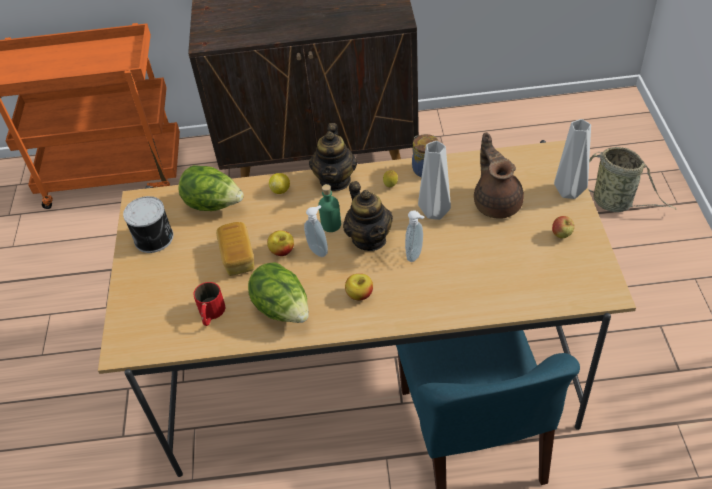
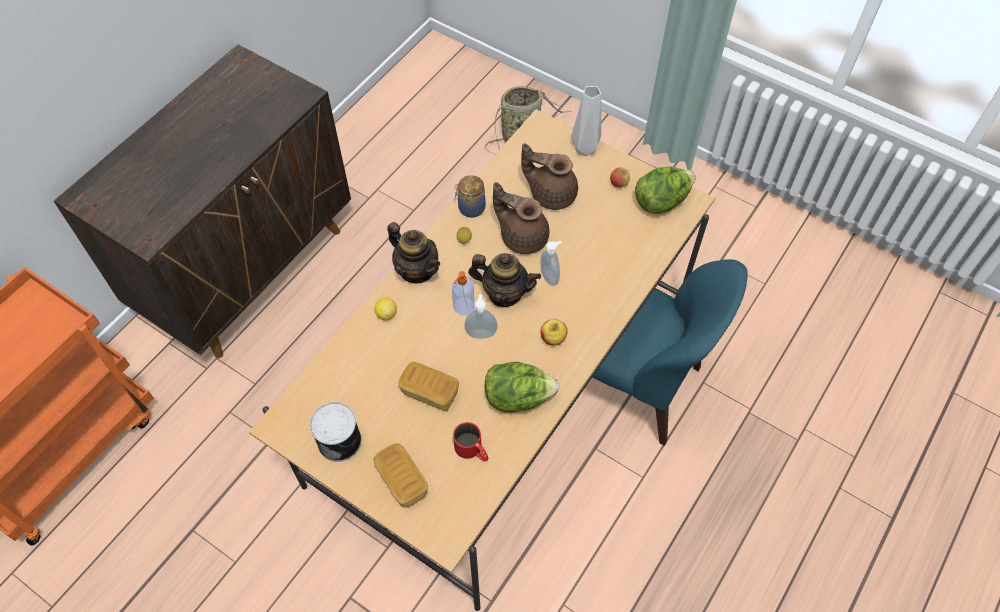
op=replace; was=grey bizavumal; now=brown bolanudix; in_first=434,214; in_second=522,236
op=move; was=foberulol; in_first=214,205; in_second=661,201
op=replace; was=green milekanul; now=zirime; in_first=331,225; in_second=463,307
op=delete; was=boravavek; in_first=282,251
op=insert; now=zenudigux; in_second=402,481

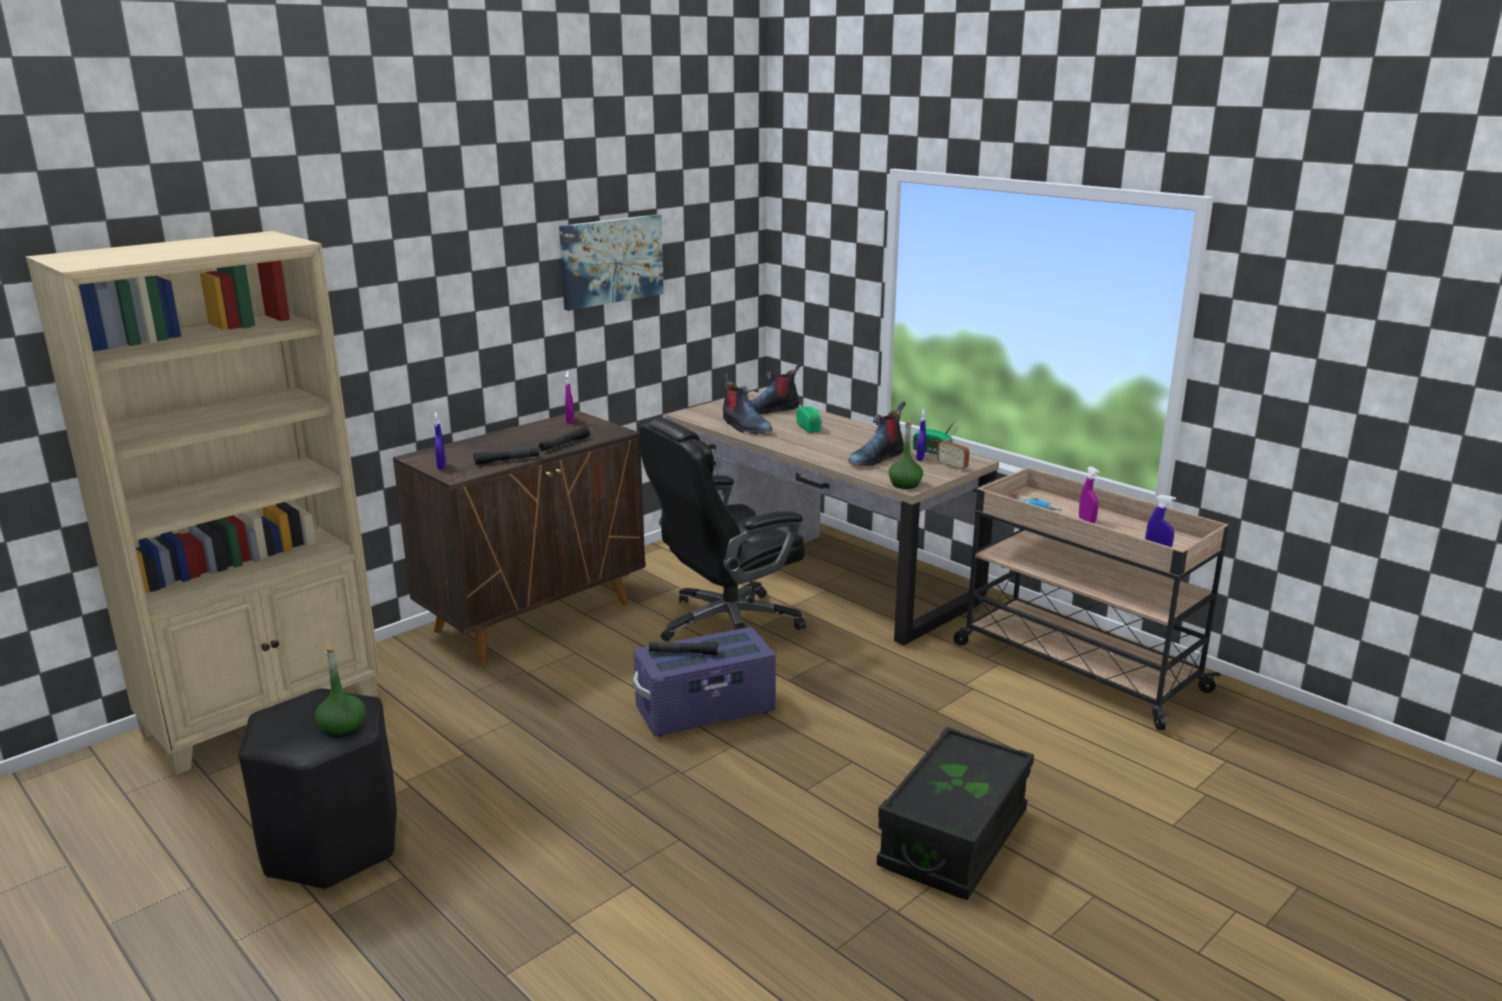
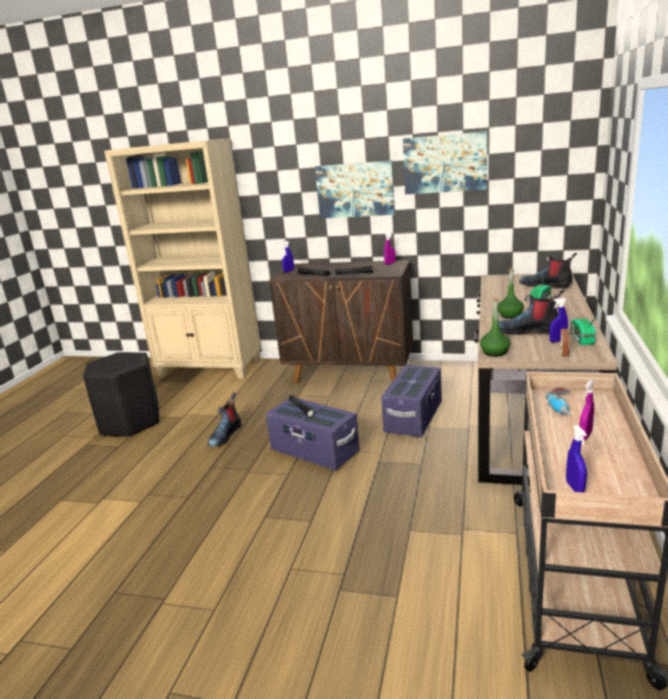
op=move; was=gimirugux; in_first=744,427; in_second=225,435
op=replace; was=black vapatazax; now=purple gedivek; in_first=726,625; in_second=414,417
op=move; was=green milekanul; in_first=342,727; in_second=510,315
op=delete; was=black gedivek; in_first=954,839
op=insert; now=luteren; in_second=355,190

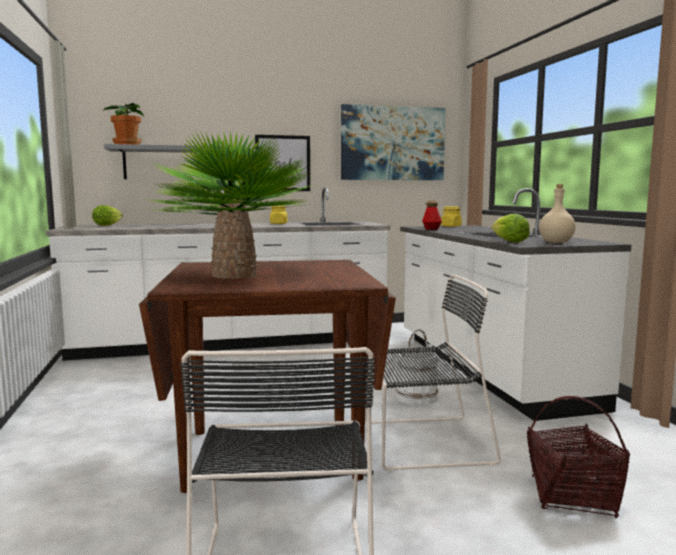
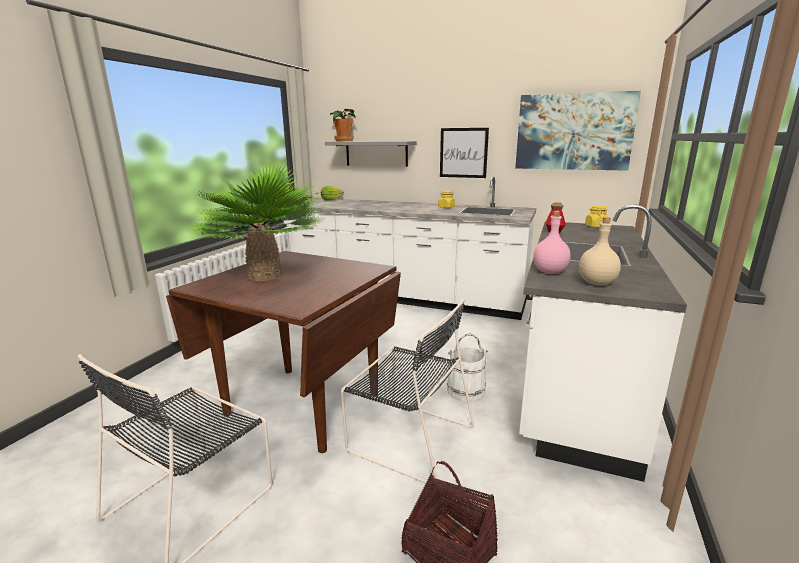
op=replace; was=foberulol; now=pink milekanul; in_first=509,241; in_second=549,272

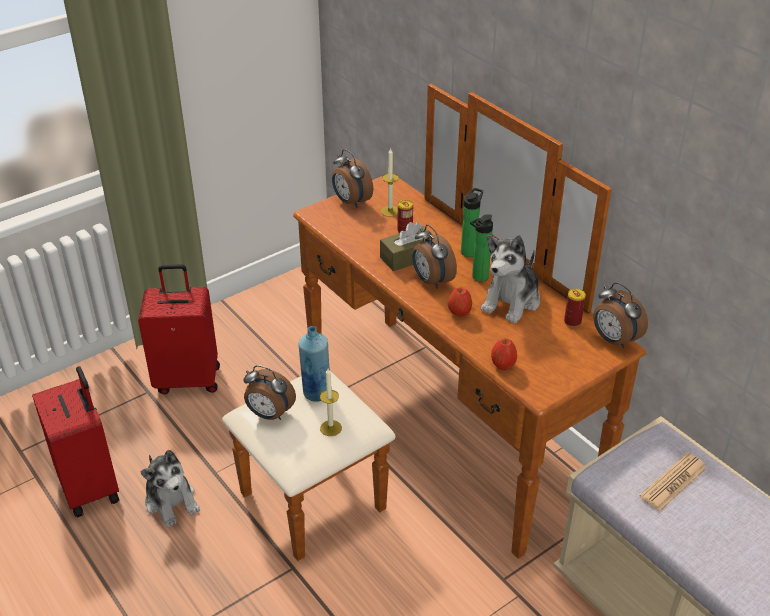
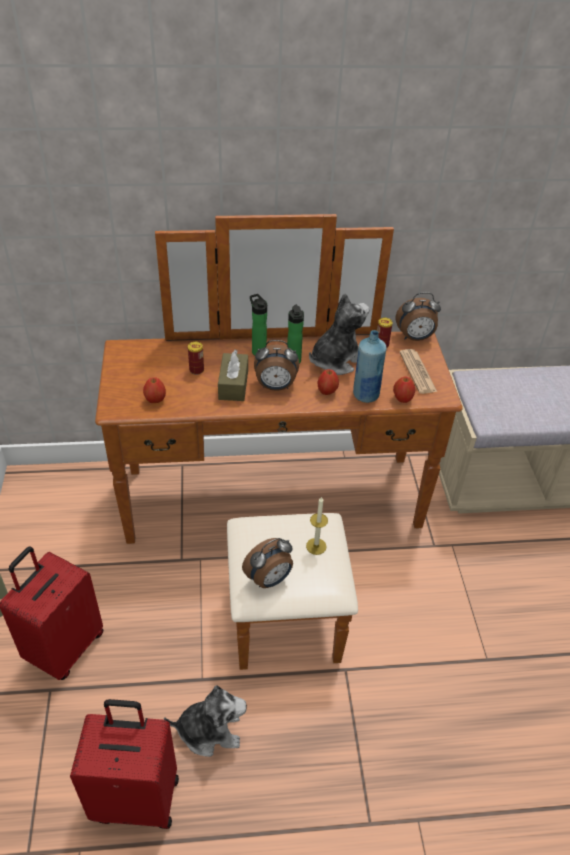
op=delete; was=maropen; in_first=390,211
op=delete; was=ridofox; in_first=351,202
op=rotate; was=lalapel; in_first=512,301; in_second=335,360; clockwise=-105
op=move; was=blue milekanul; in_first=316,393; in_second=365,395
op=move; was=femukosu; in_first=673,482; in_second=417,372
op=insert; now=boravavek; in_second=155,400

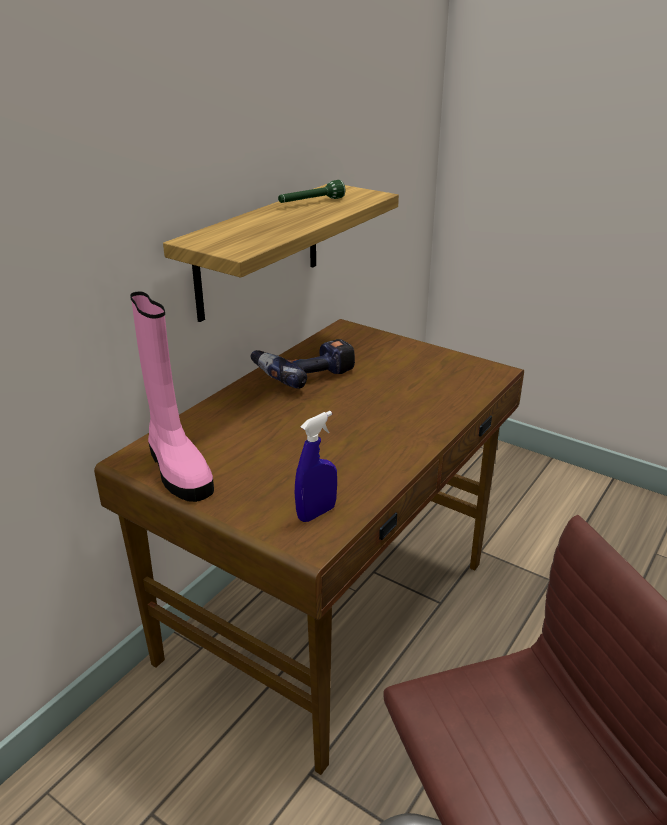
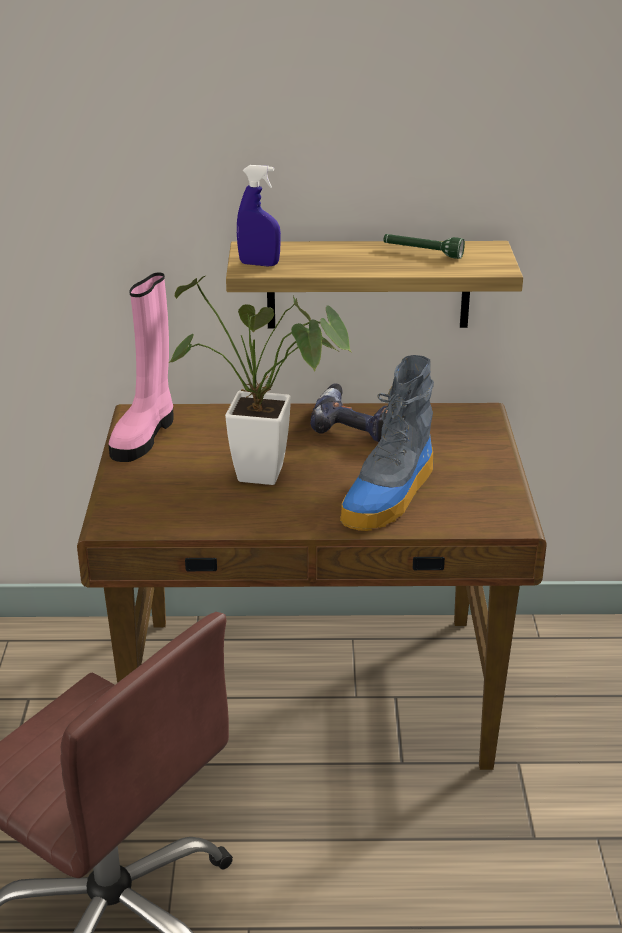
op=move; was=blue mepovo; in_first=316,513; in_second=259,264
op=insert; now=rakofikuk; in_second=272,476
op=insert; now=gimirugux; in_second=389,497

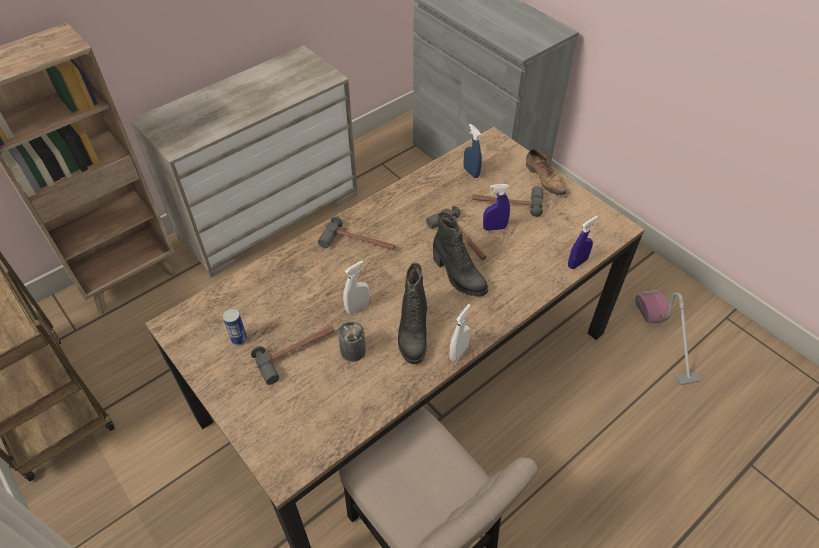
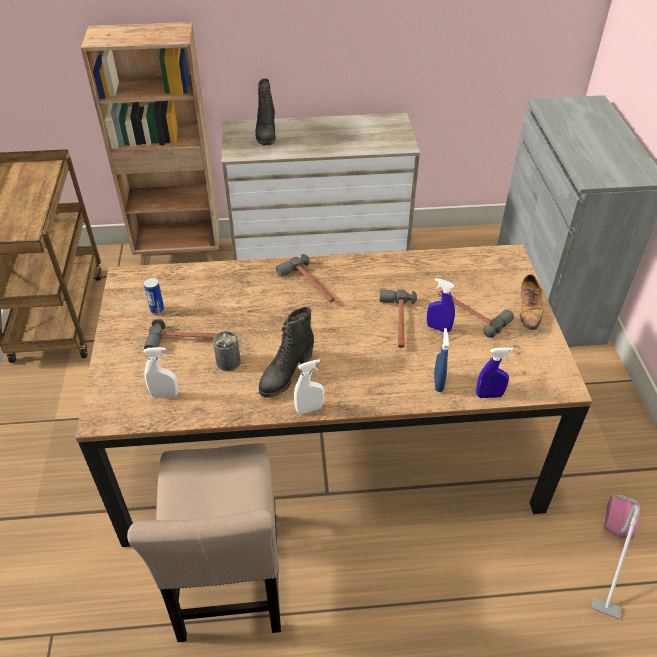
op=move; was=blue mepovo; in_first=471,172; in_second=438,383
op=move; was=black gimirugux; in_first=458,276; in_second=265,134
op=move; was=white mepovo; in_first=357,307; in_second=165,395

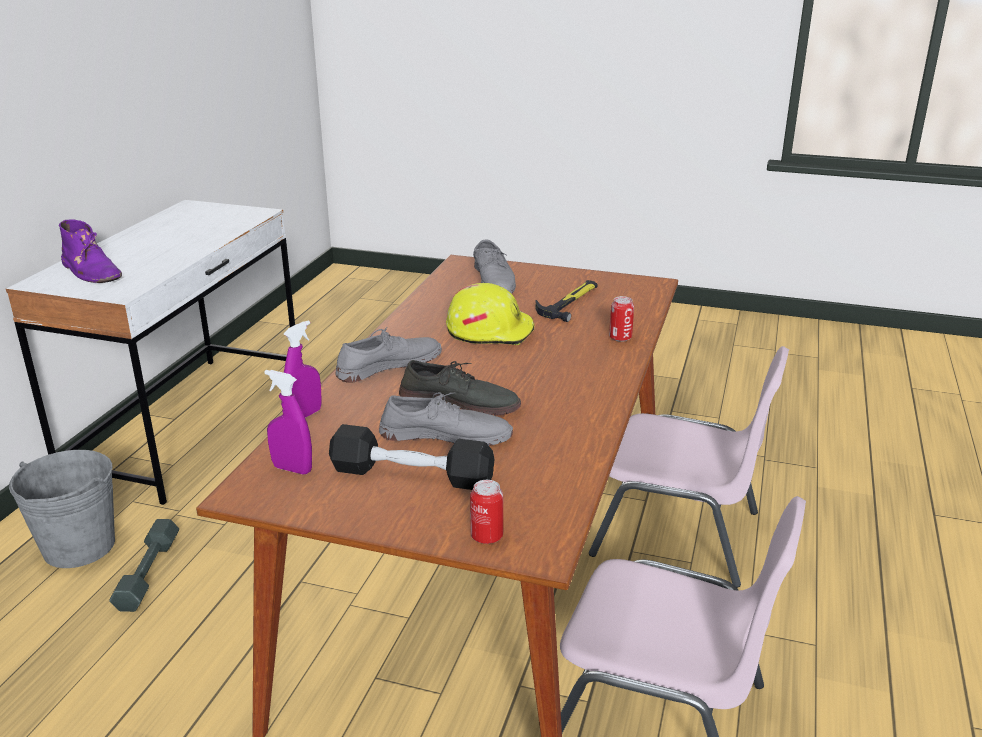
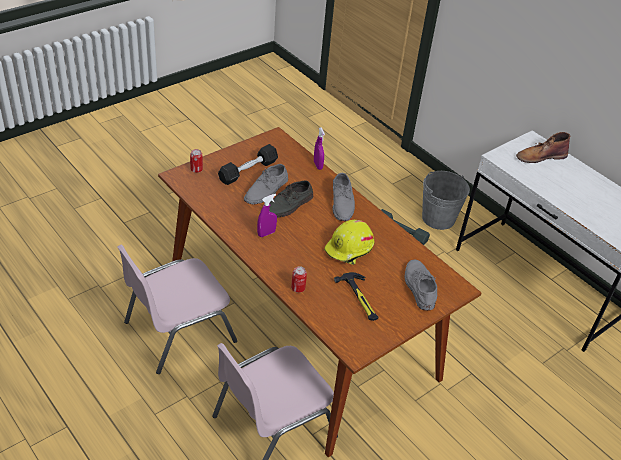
op=recolor; was=purple gimirugux; now=brown gimirugux; in_first=91,271; in_second=540,156
op=rotate; was=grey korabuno; in_first=494,280; in_second=419,286; clockwise=60
op=move; was=purple mepovo; in_first=292,469; in_second=266,233

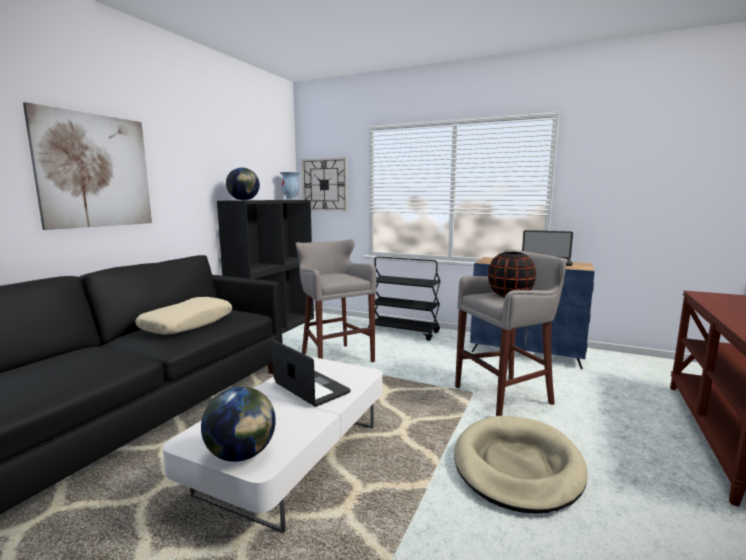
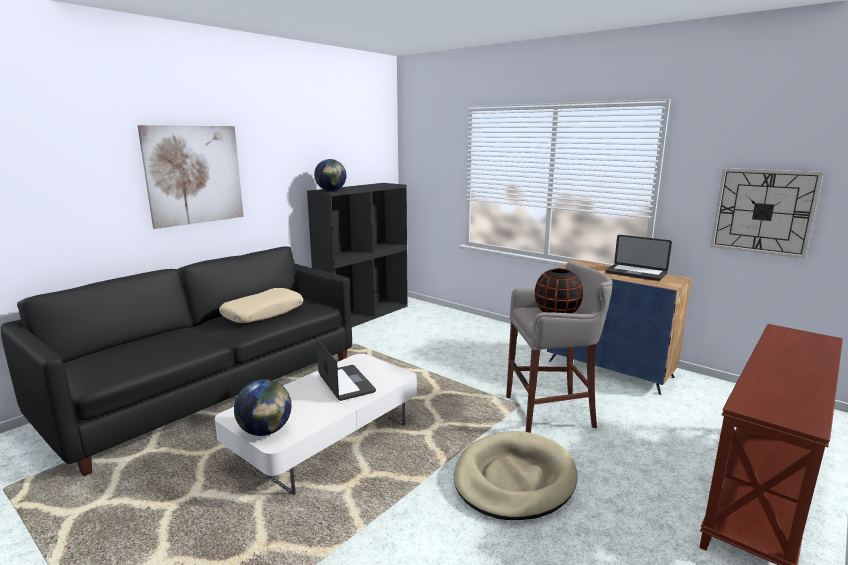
op=move; was=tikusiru; in_first=324,185; in_second=763,211
op=delete; was=bizavumal; in_first=291,199
op=delete; was=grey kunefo; in_first=335,357
op=delete; was=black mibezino; in_first=404,332

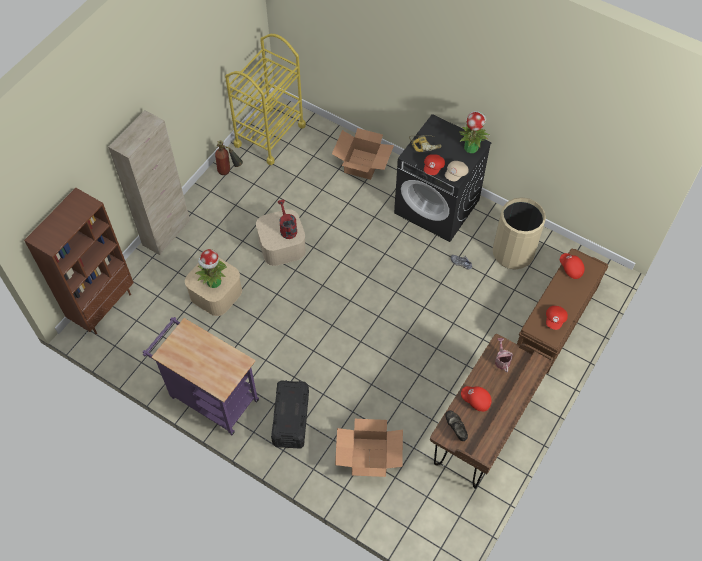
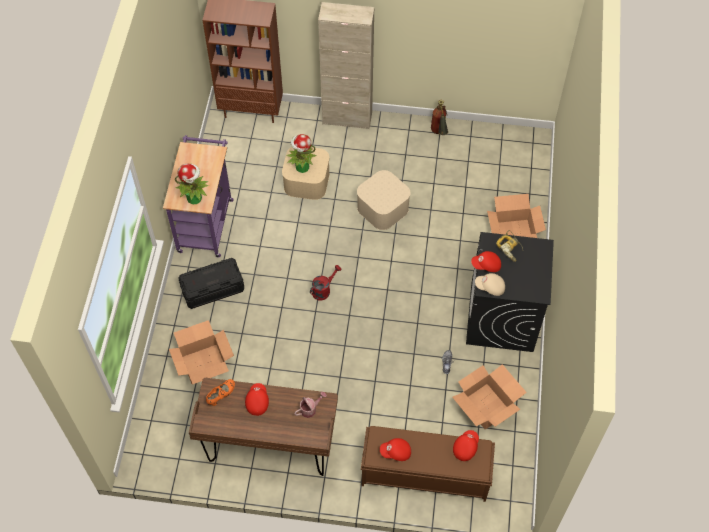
op=delete; was=yellow mibezino; in_first=269,135
op=move; was=rakofikuk; in_first=471,147; in_second=195,198
op=replace; was=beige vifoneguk; now=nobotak; in_first=513,252; in_second=486,406
op=move; was=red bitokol; in_first=287,228; in_second=323,290
op=recolor; was=black korabuno; now=orange korabuno; in_first=455,428; in_second=221,395

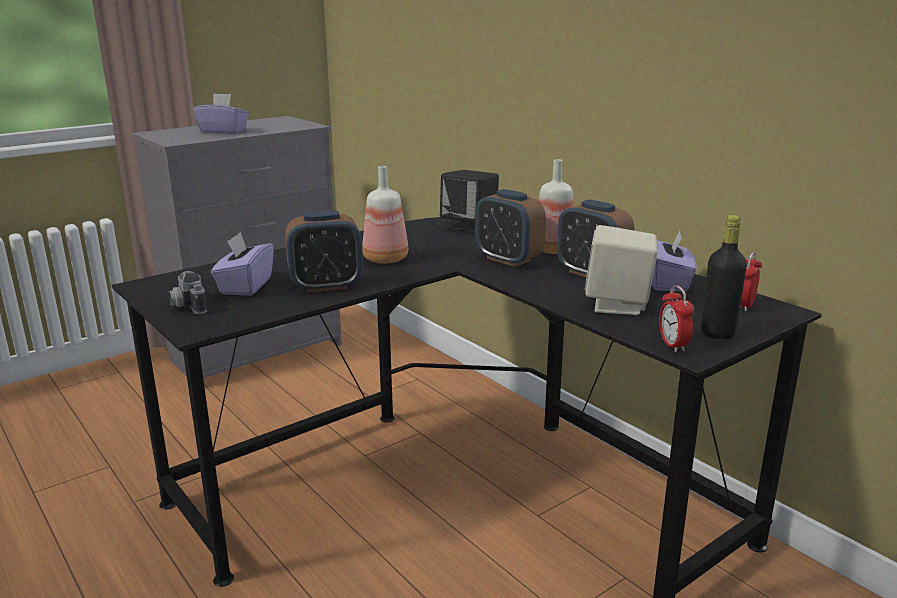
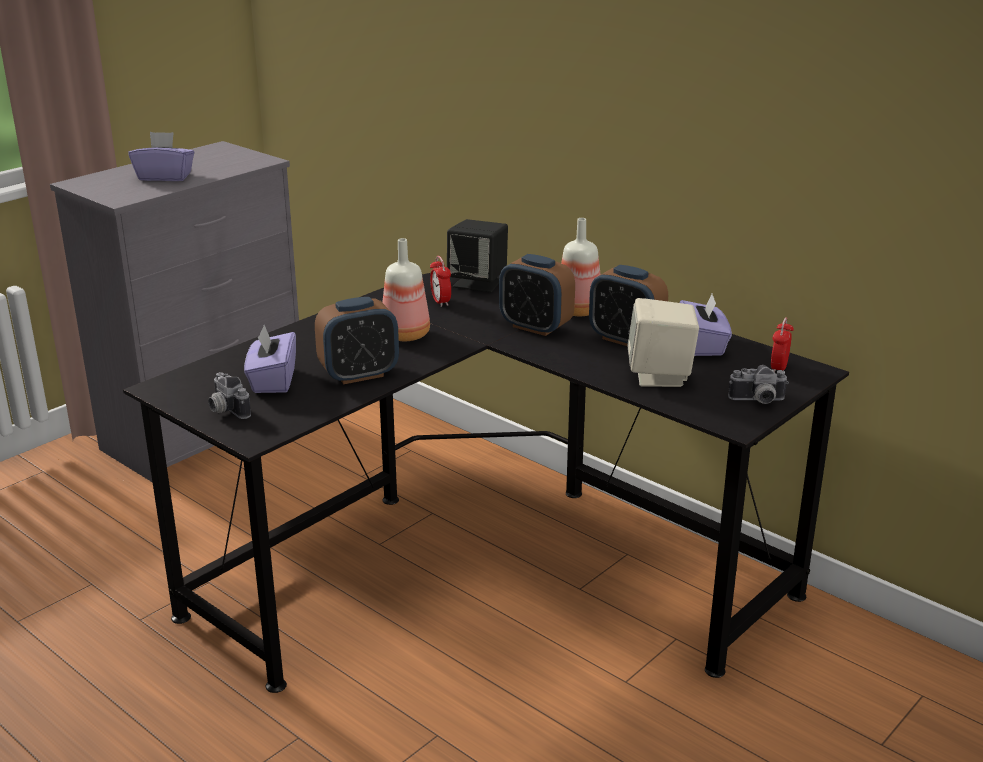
op=replace; was=black milekanul; now=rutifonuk; in_first=717,333; in_second=757,401
op=move; was=ridofox; in_first=673,345; in_second=441,302

